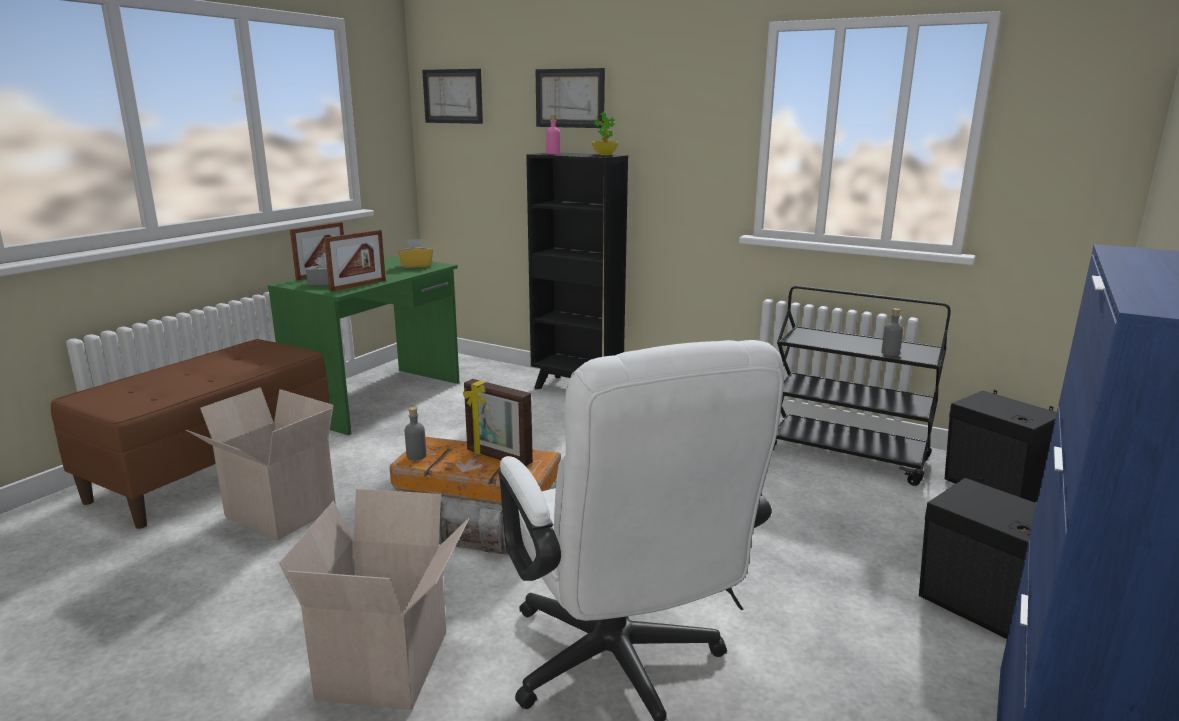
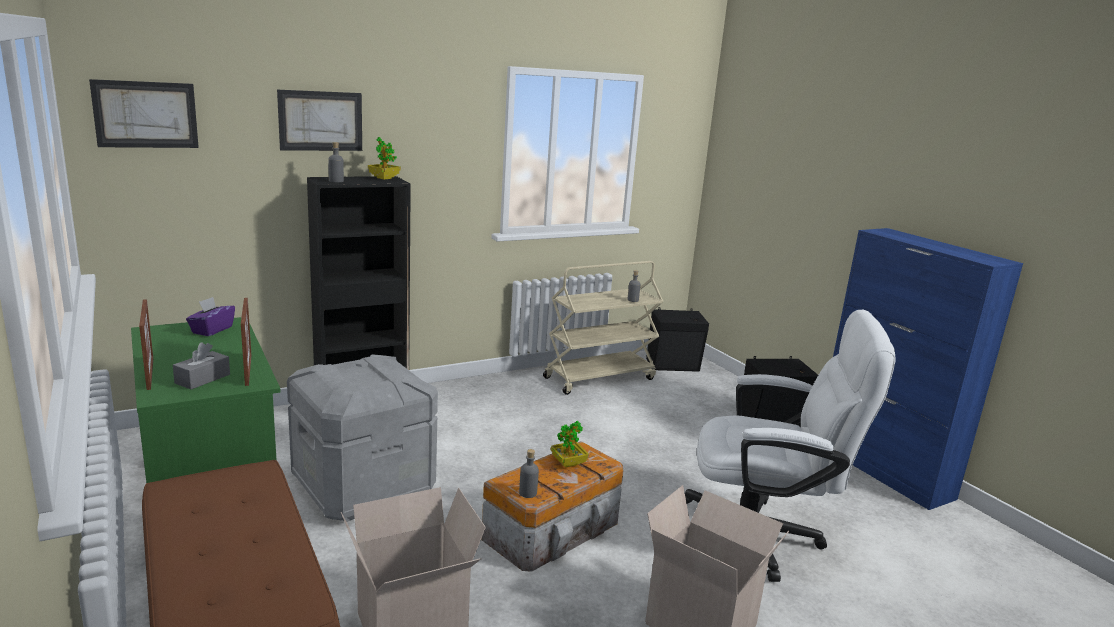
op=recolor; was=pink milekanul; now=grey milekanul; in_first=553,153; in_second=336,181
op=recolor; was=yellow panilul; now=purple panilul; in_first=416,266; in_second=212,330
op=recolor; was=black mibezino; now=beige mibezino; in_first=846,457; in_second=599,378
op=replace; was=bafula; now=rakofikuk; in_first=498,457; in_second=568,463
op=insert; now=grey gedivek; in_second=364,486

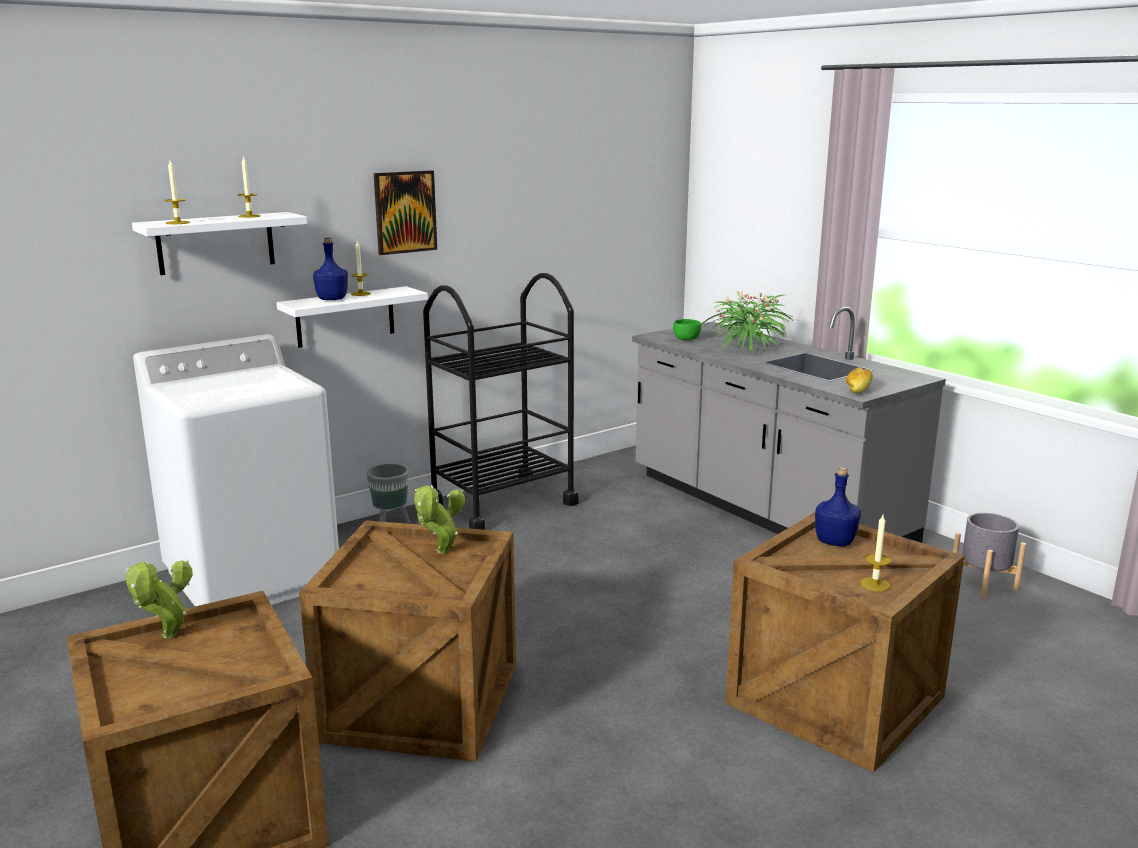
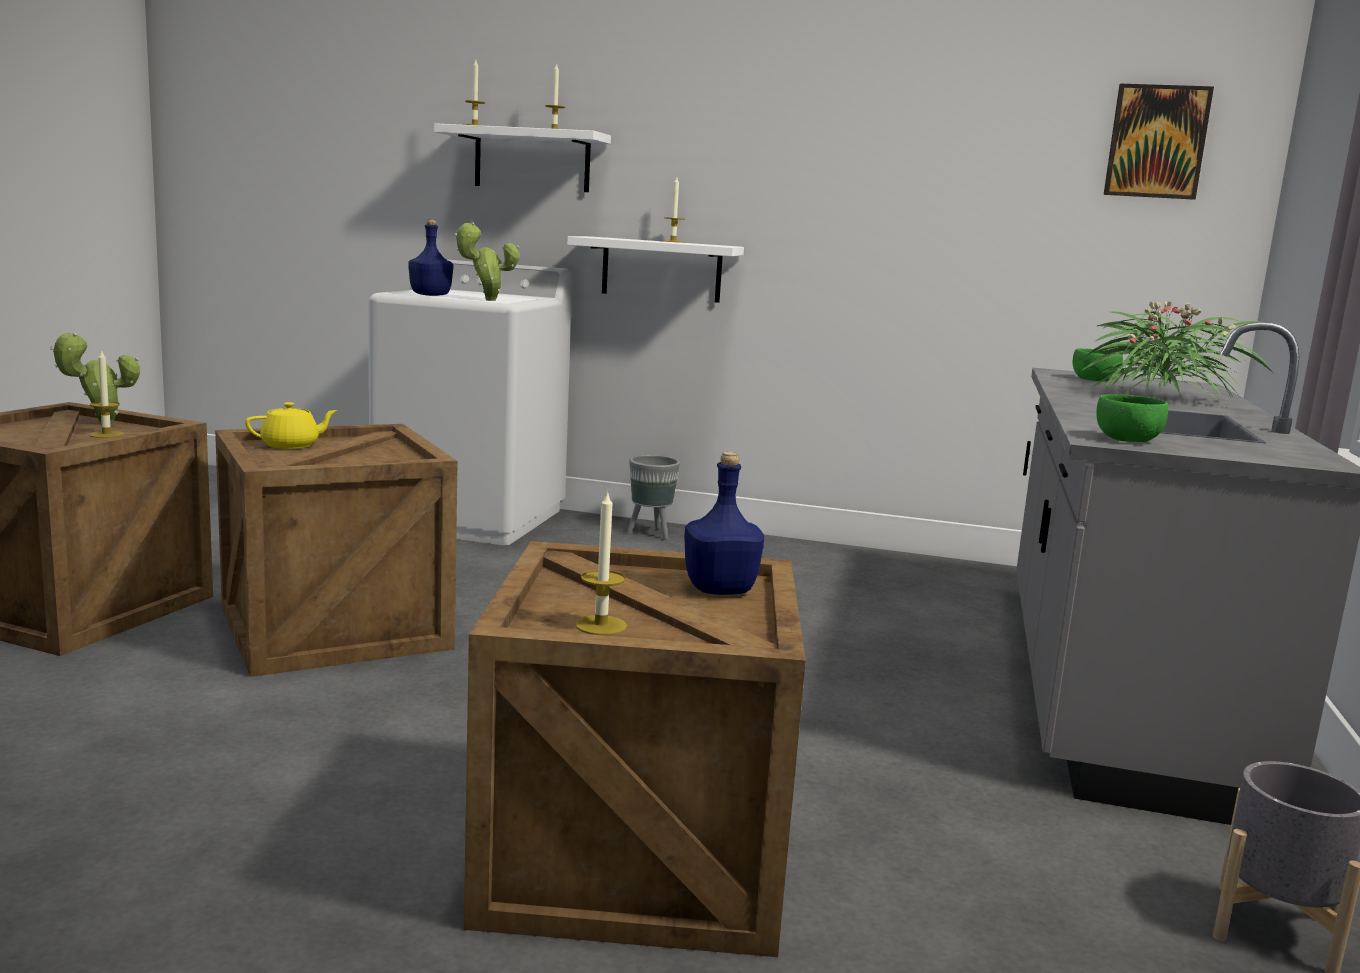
op=move; was=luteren; in_first=405,212; in_second=1156,142
op=move; was=blue milekanul; in_first=332,299; in_second=430,295
op=delete; was=black mibezino; in_first=502,503
op=replace; was=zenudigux; now=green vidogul; in_first=858,389; in_second=1127,439
op=move; was=rakofikuk; in_first=440,553; in_second=486,300
op=insert; now=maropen; in_second=106,434
op=insert; now=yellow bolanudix; in_second=291,445

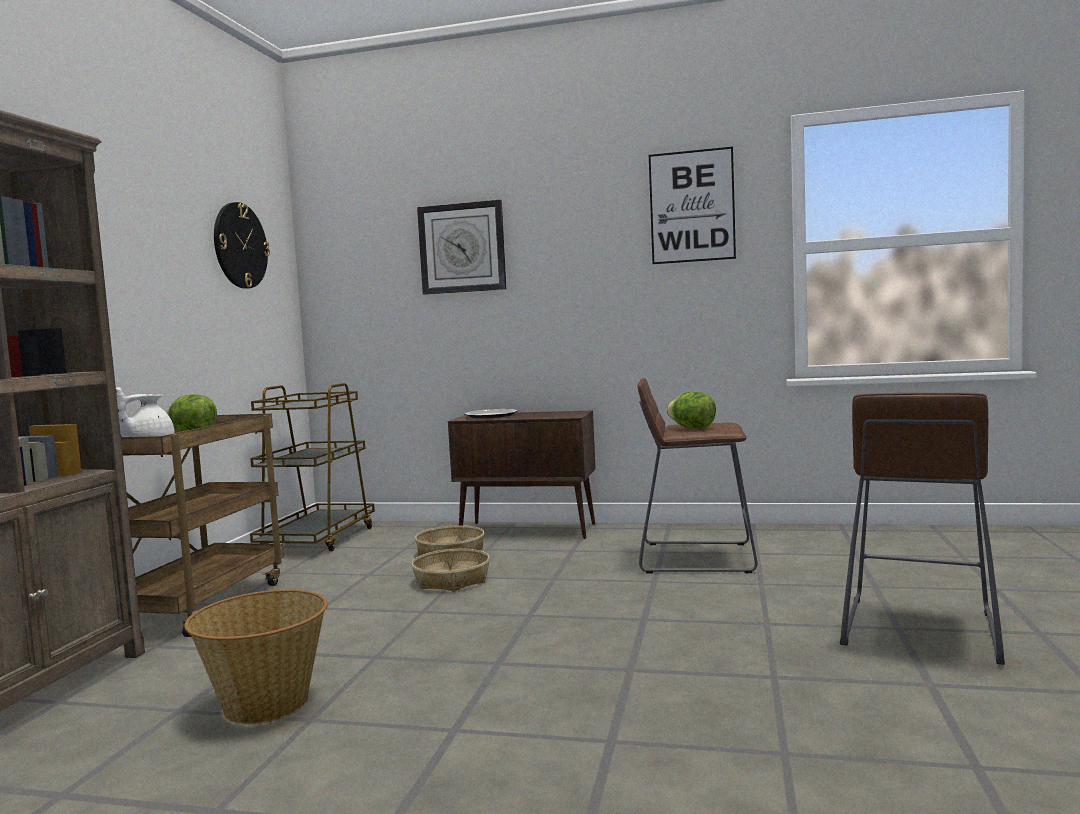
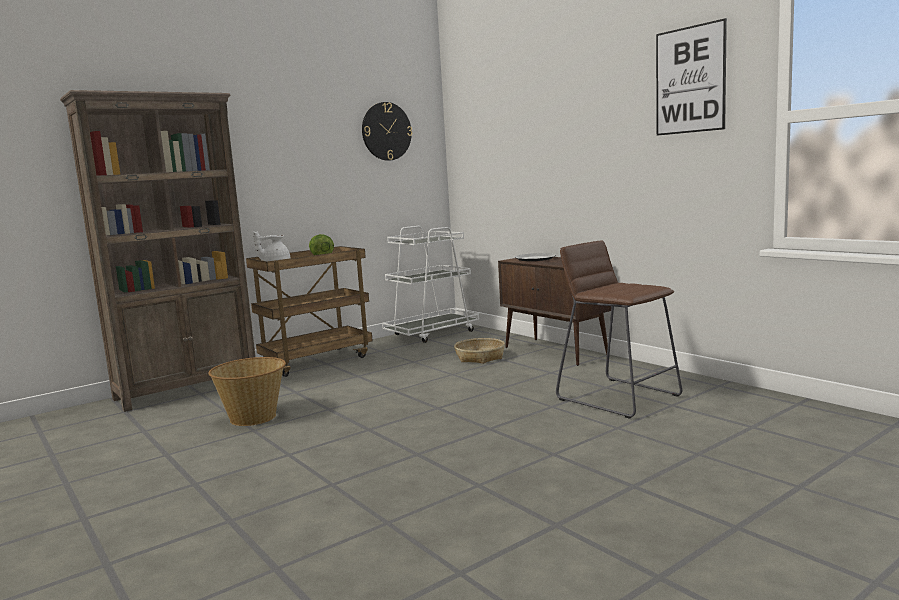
op=delete; was=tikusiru; in_first=462,248
op=recolor; was=brown mibezino; now=white mibezino; in_first=318,539; in_second=432,333
op=delete; was=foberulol; in_first=692,428
op=delete; was=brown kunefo; in_first=919,629
op=delete; was=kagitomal; in_first=452,580

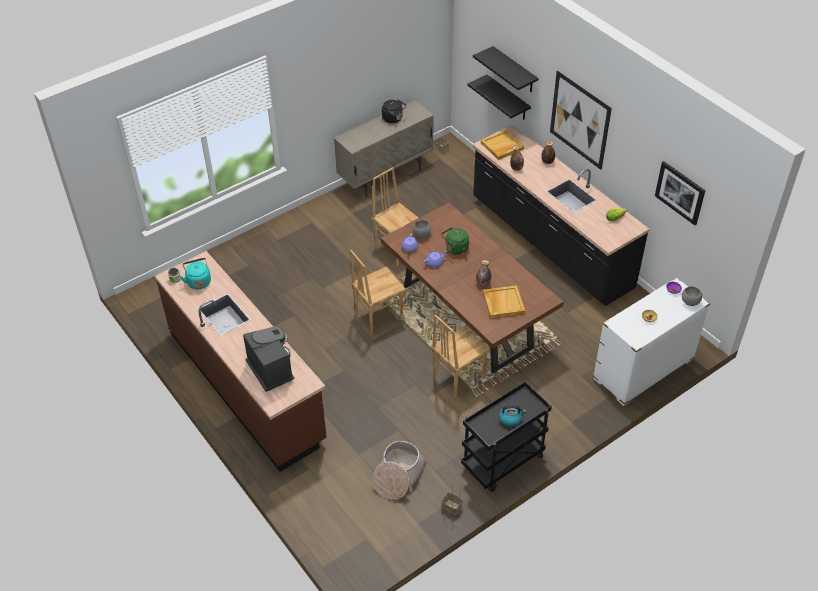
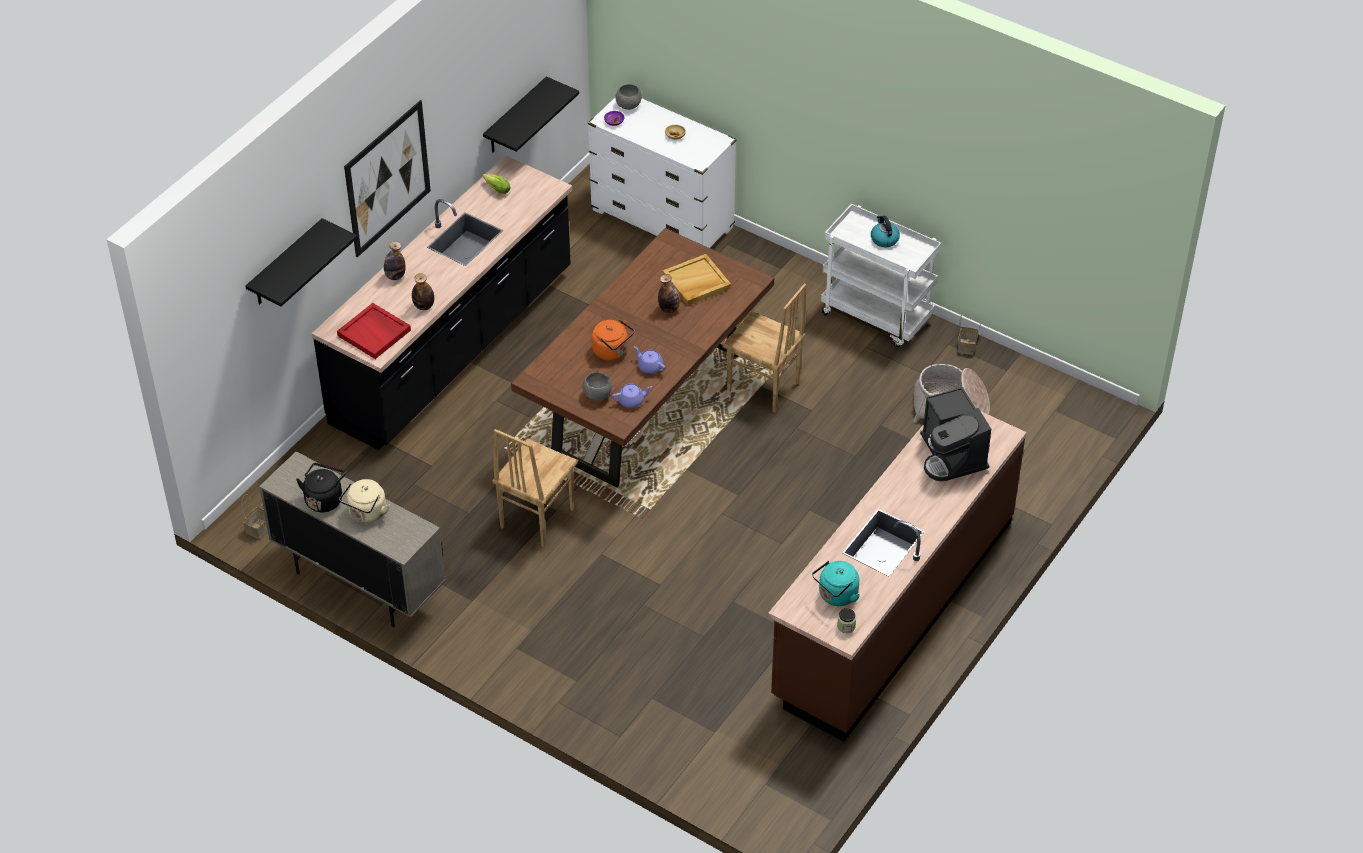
op=move; was=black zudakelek; in_first=508,98; in_second=515,117
op=recolor; was=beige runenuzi; now=red runenuzi; in_first=502,146; in_second=375,333
op=delete; was=luteren; in_first=680,192
op=recolor; was=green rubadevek; now=orange rubadevek; in_first=455,249; in_second=612,352
op=delete; was=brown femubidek; in_first=378,316
op=rotate; was=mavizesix; in_first=271,369; in_second=952,456; clockwise=-60
op=recolor; was=black mibezino; now=white mibezino; in_first=503,463; in_second=877,316
op=insert; now=beige rubadevek; in_second=366,514

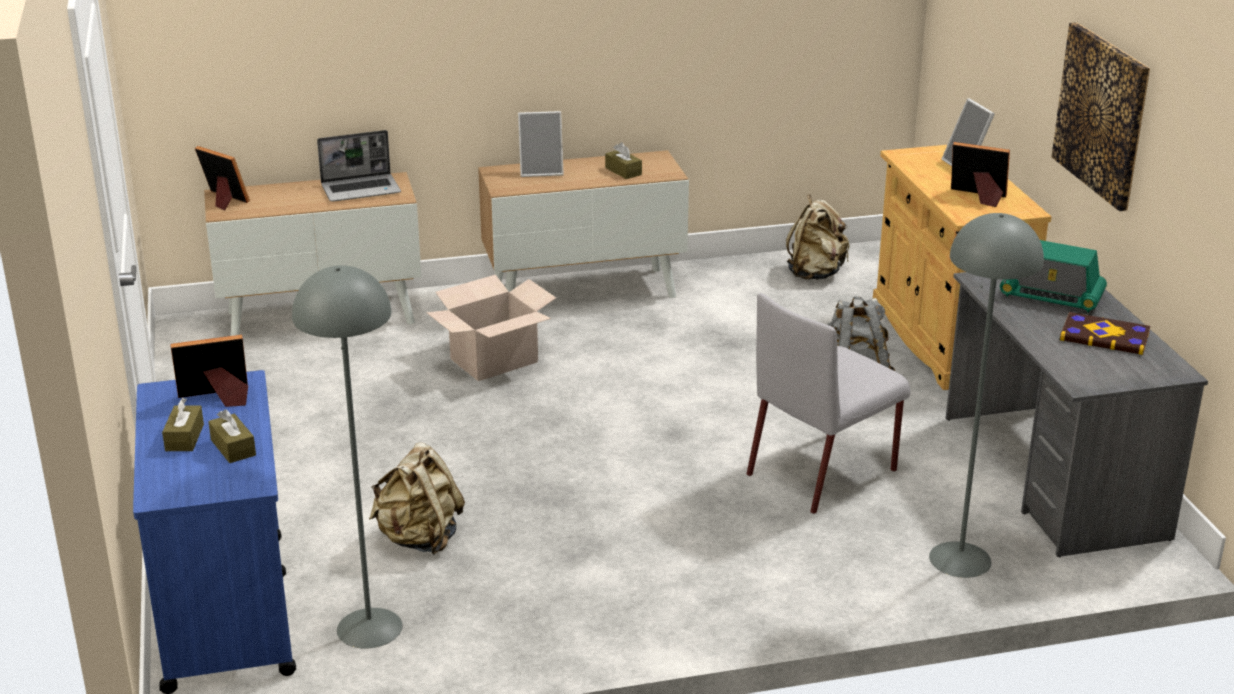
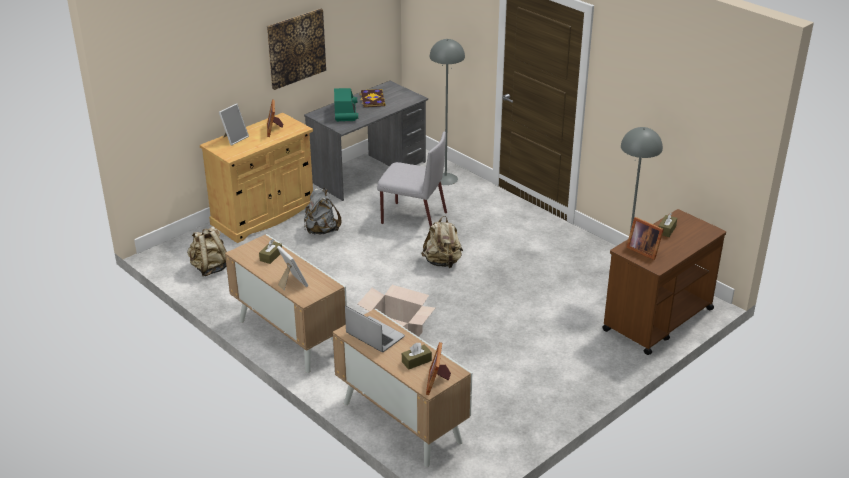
op=recolor; was=blue mibezino; now=brown mibezino; in_first=226,610; in_second=657,320
op=move; was=brown panilul; in_first=184,437; in_second=416,361
op=move; was=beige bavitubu; in_first=419,539; in_second=442,262

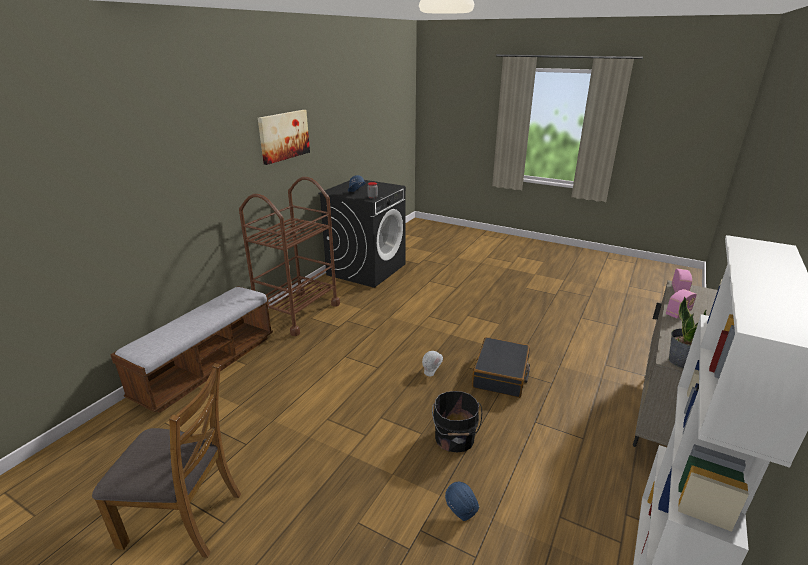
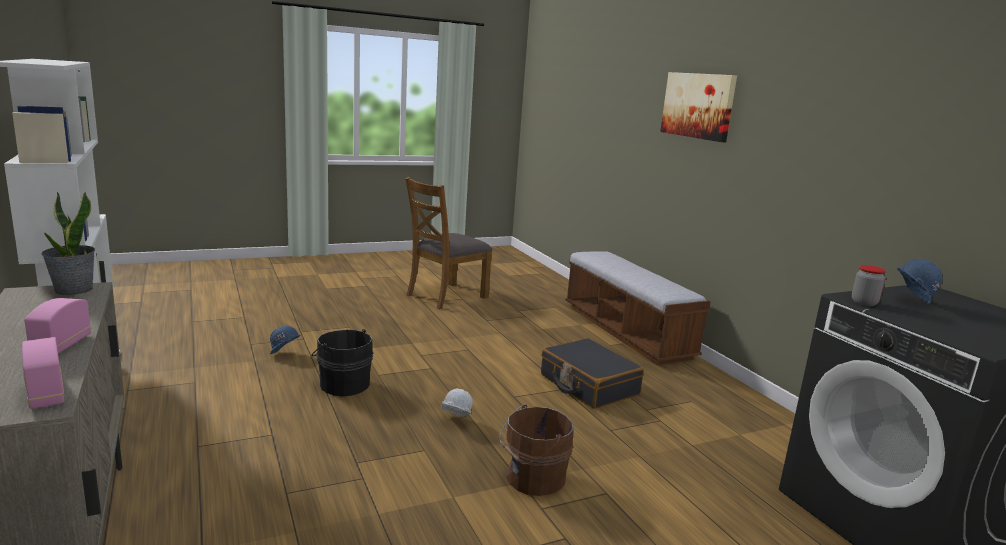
op=move; was=luteren; in_first=284,136; in_second=698,105
op=delete; was=brown mibezino; in_first=298,312
op=move; was=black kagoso; in_first=501,375; in_second=588,385
op=insert; now=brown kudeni; in_second=532,478

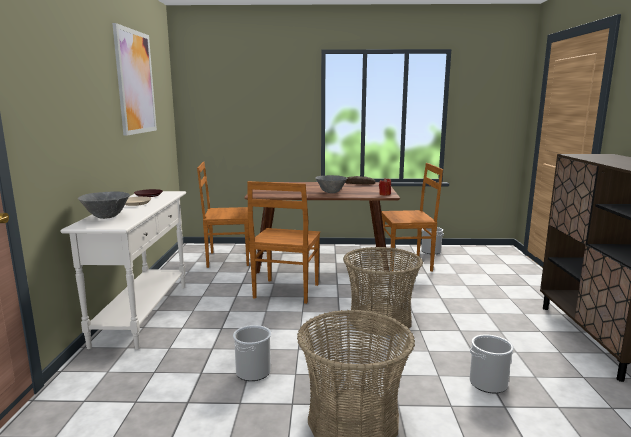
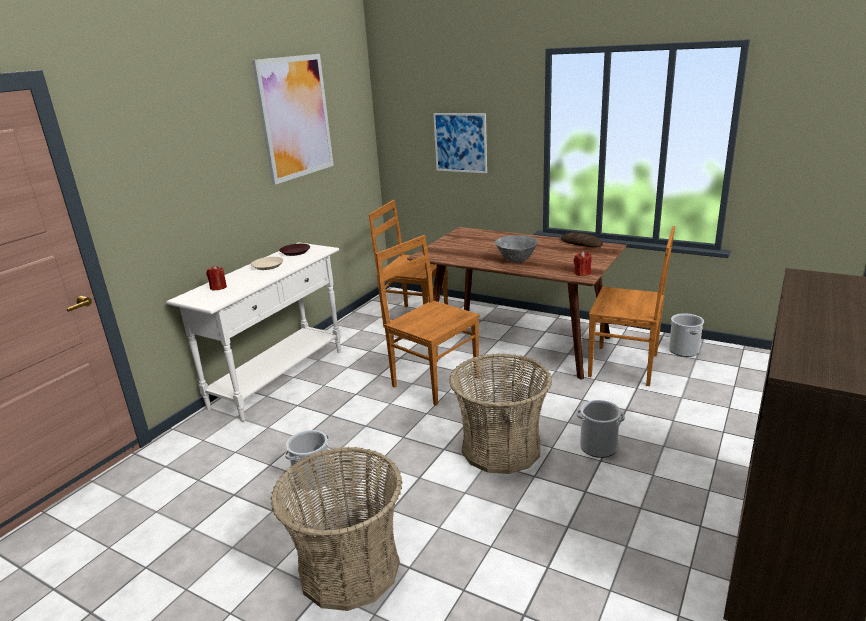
op=rotate; was=brown femubidek; in_first=285,292; in_second=433,381; clockwise=90
op=replace; was=grey vidogul; now=red maropen; in_first=107,217; in_second=218,287
op=move; was=kudeni; in_first=488,383; in_second=598,447
op=insert; now=luteren; in_second=460,142

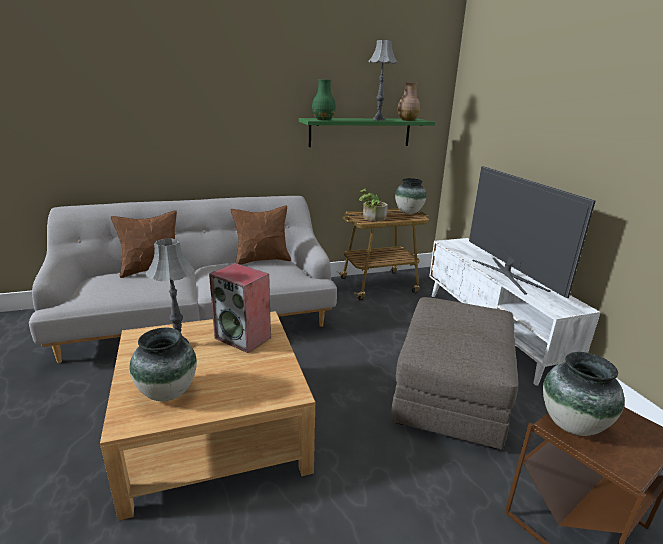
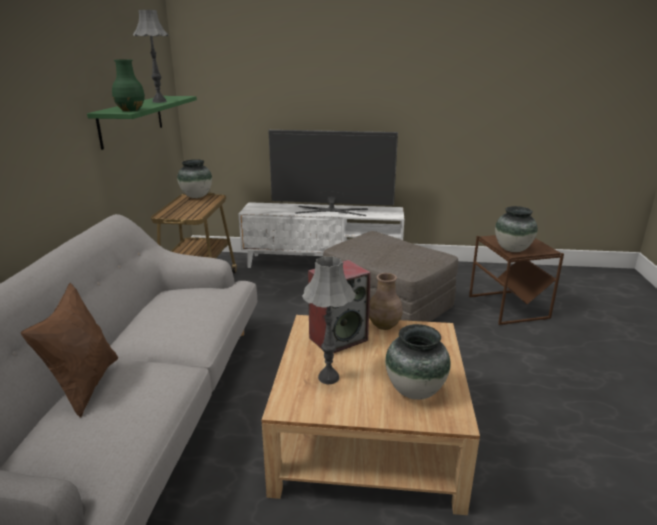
op=move; was=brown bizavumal; in_first=407,120; in_second=384,325
op=delete; was=rakofikuk; in_first=371,218
op=delete; was=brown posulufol; in_first=262,260

